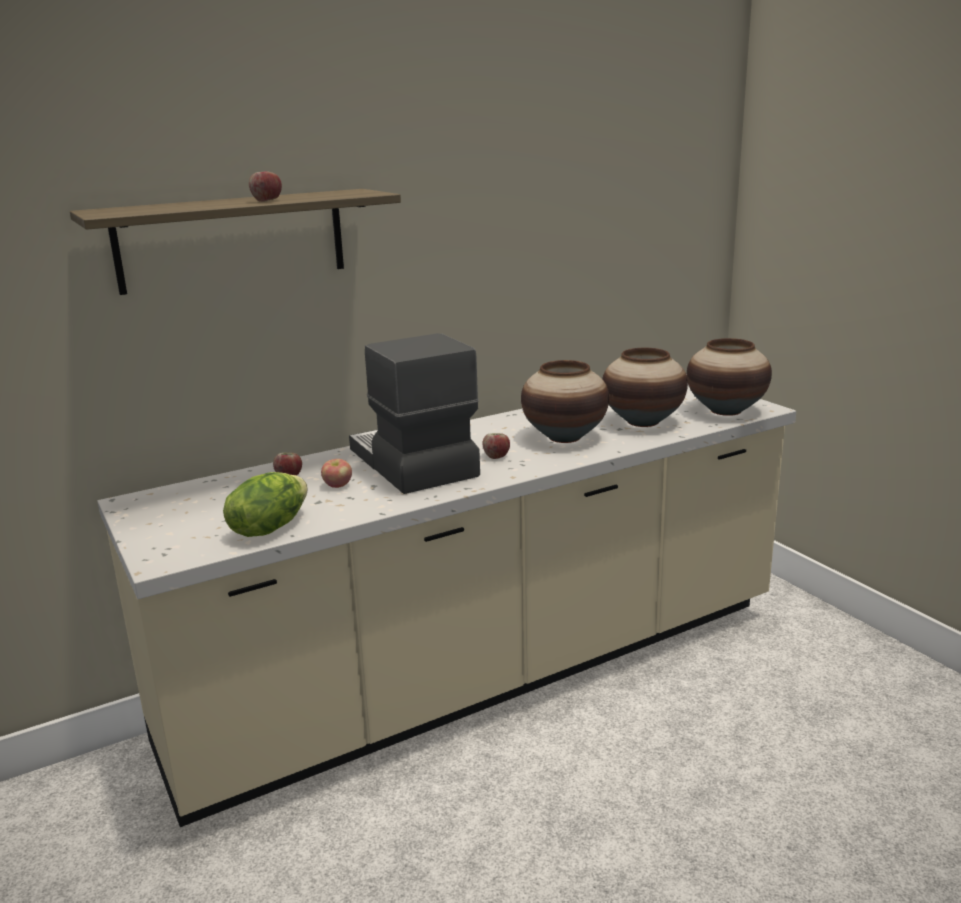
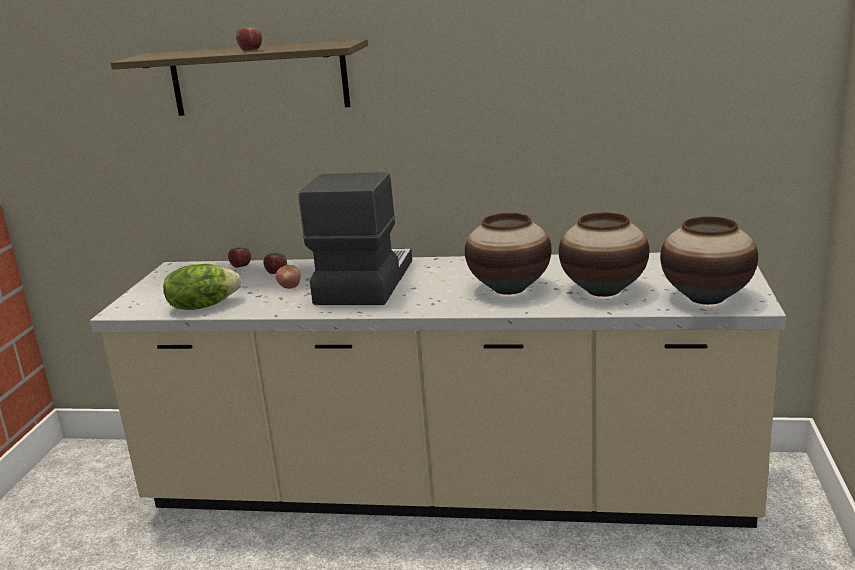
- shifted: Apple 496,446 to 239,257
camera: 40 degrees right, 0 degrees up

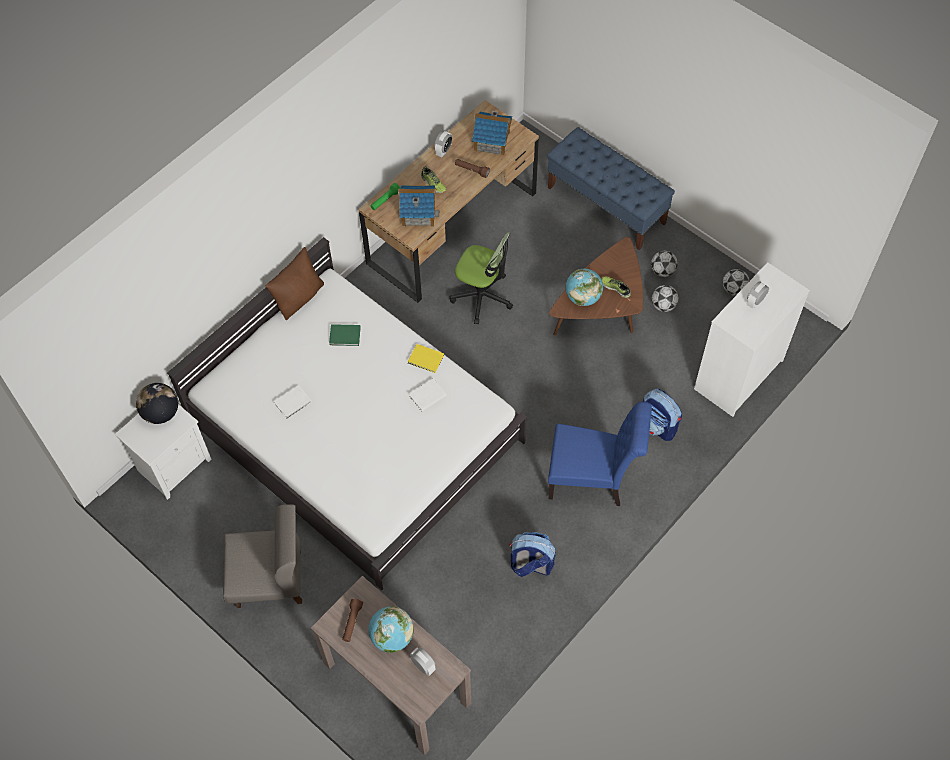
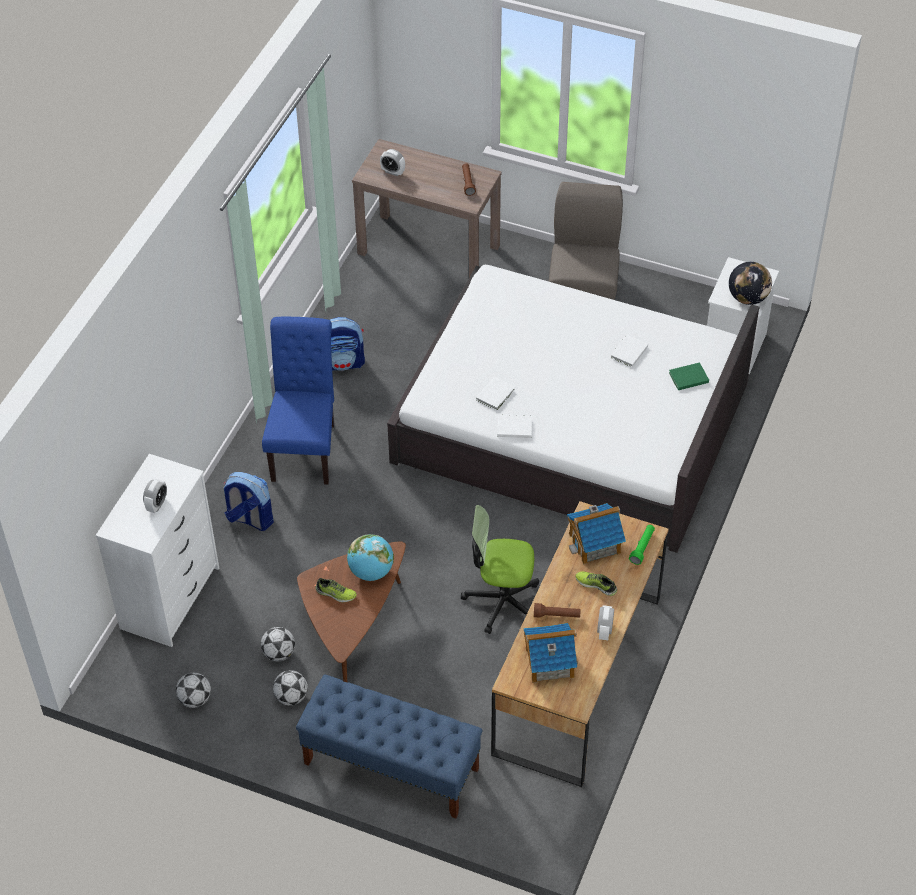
- gone: BrownPillow 295,283
- gone: Globe 391,629
- shifted: GreenBook 345,335 to 689,376
- repainted: YellowBook 426,358 to WhiteBook 514,426
- rotated: GreyChair 262,556 = 585,241 120 degrees clockwise
- rotated: BlueChair 600,454 = 298,400 105 degrees clockwise
camera: 160 degrees right, 10 degrees down

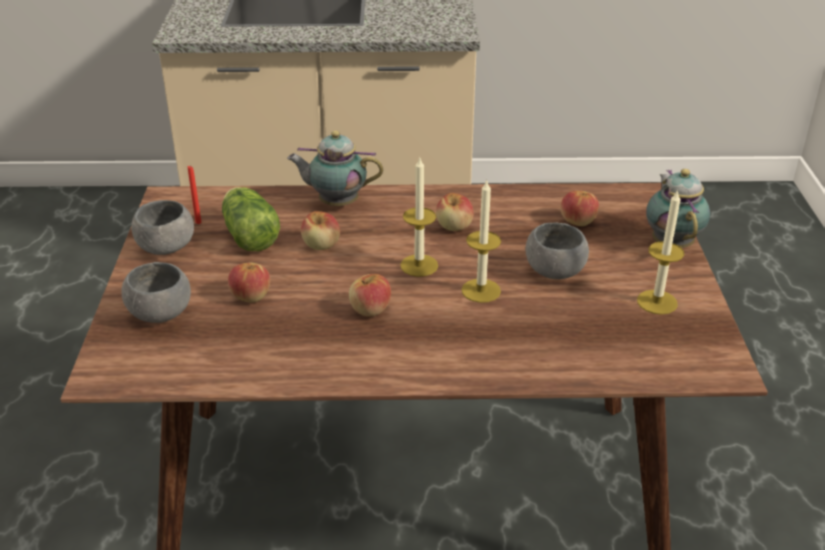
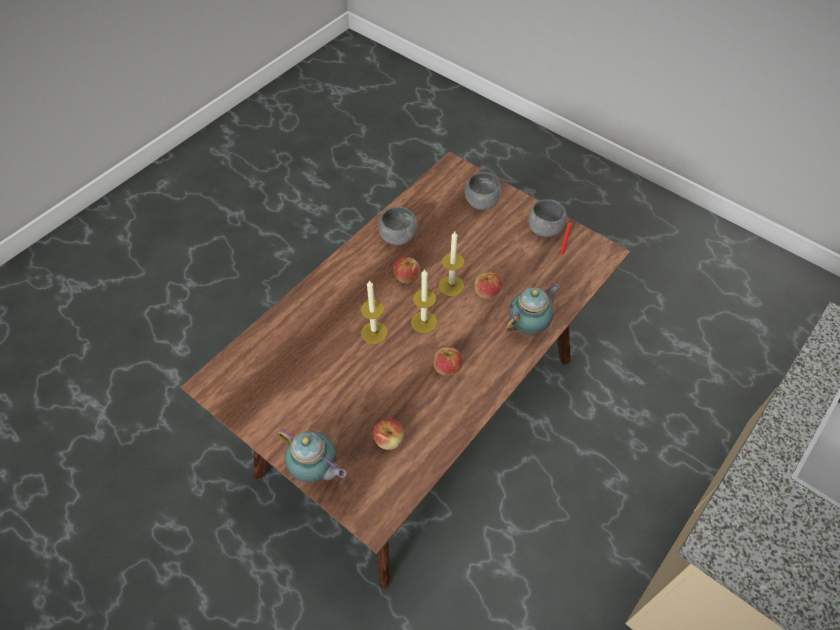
- gone: Lettuce 251,219
- gone: Apple 249,282
- shifted: GreyBowl 557,250 to 398,226
- shifted: Candle 660,252 to 451,263
camera: 130 degrees right, 20 degrees up

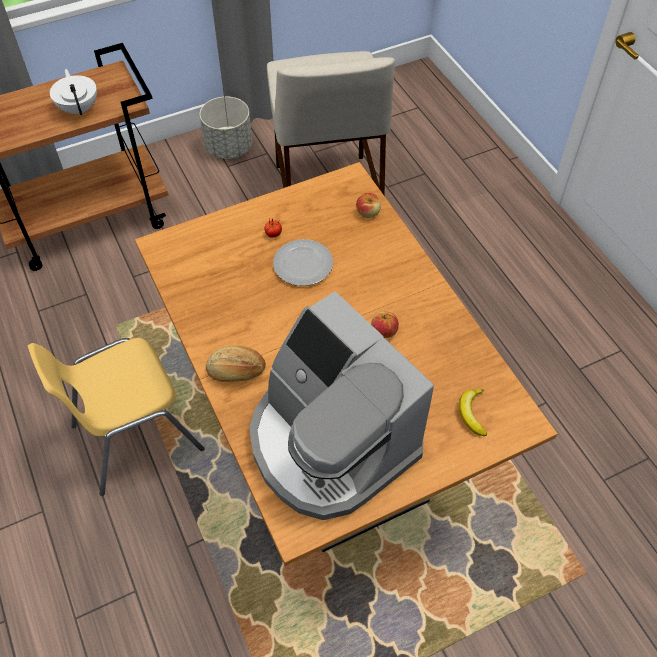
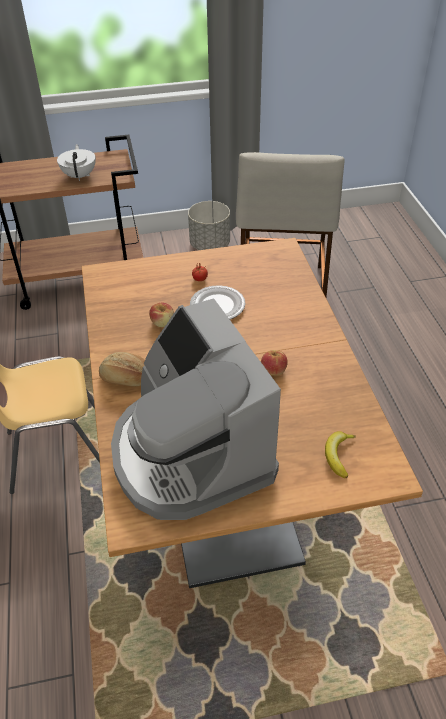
- shifted: Apple 368,205 to 161,315
camera: 15 degrees right, 10 degrees down

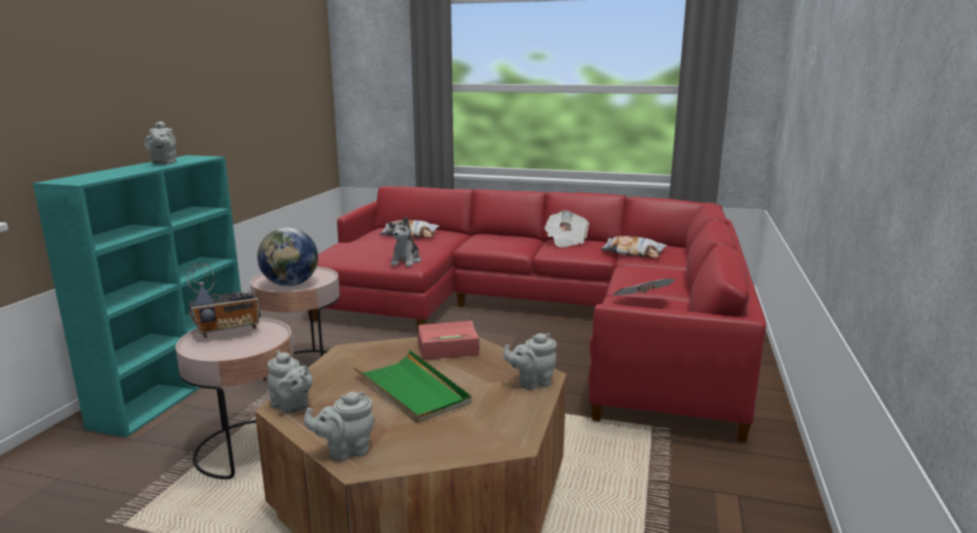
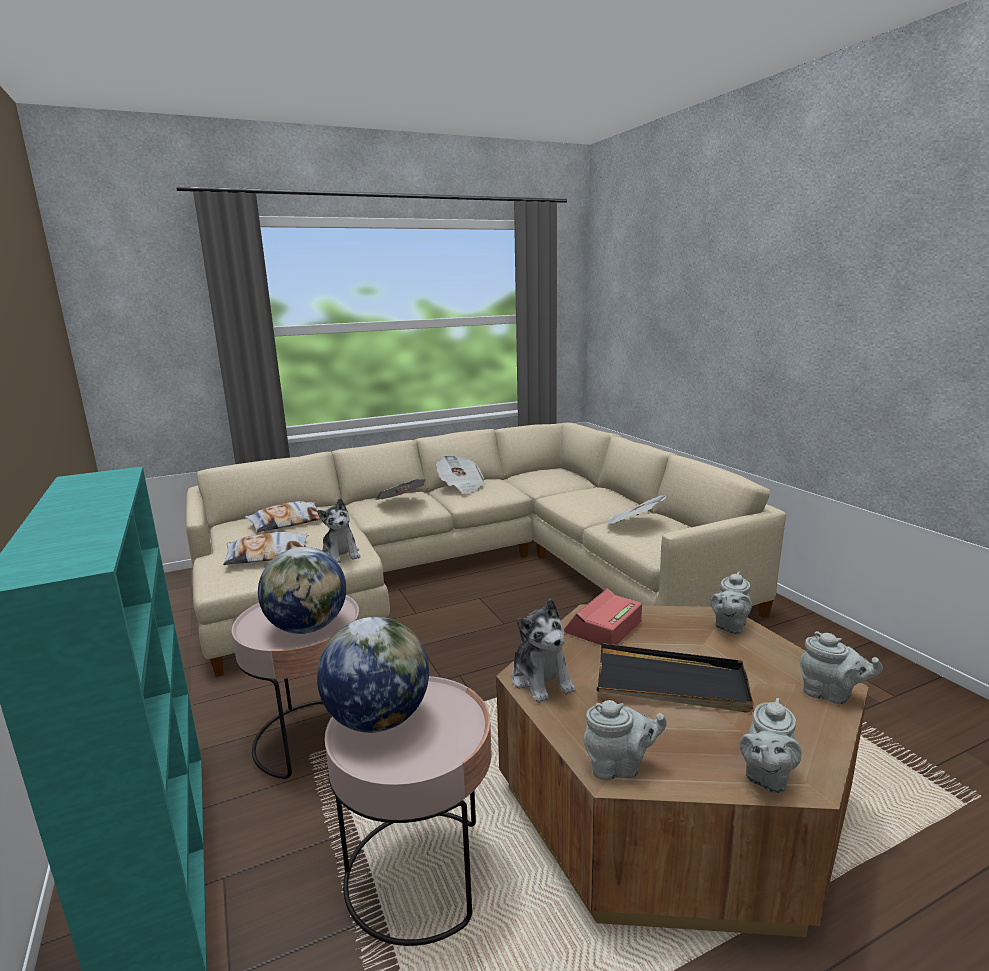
- new: Newspaper 400,489
- new: PlushToy 544,651
- shifted: GreyTeapot 160,143 to 841,667
- shifted: Pillow 633,247 to 266,548
- swapped: Radio 223,300 to Globe 373,675
- repainted: RedSofa 536,314 to BeigeSofa 486,550
- repainted: GreenTray 412,387 to BlackTray 675,678
camera: 40 degrees left, 0 degrees up

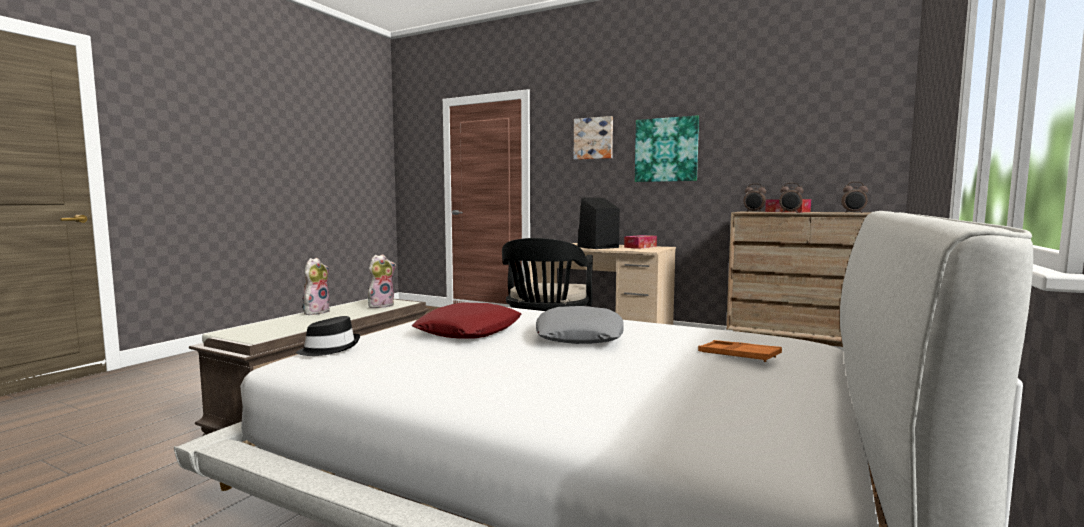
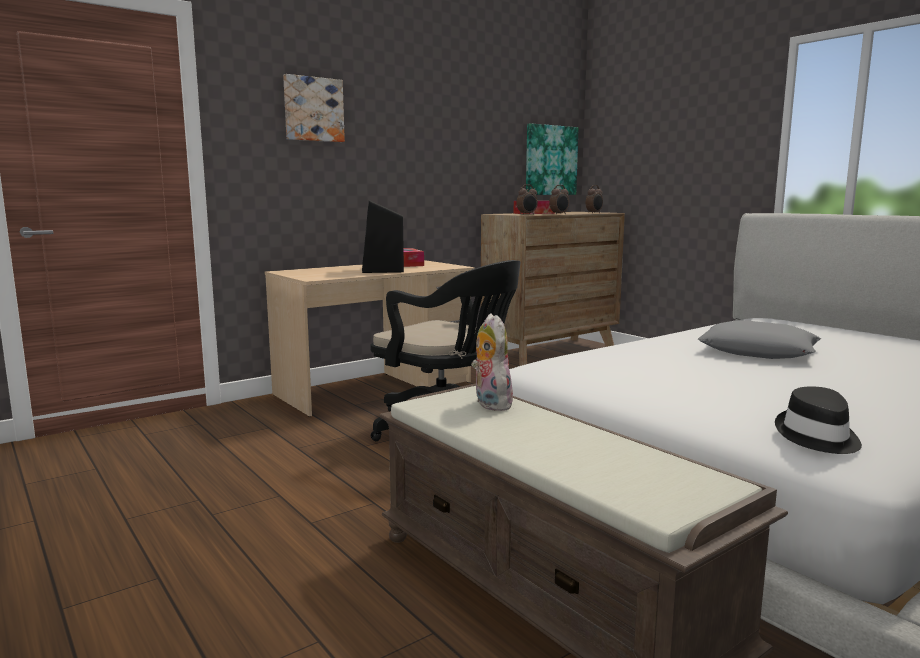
- gone: PlushToy 316,286
- gone: RedPillow 467,320
- gone: OrangeTray 740,351
- shifted: Picture 667,148 to 552,159
camera: 65 degrees left, 5 degrees up

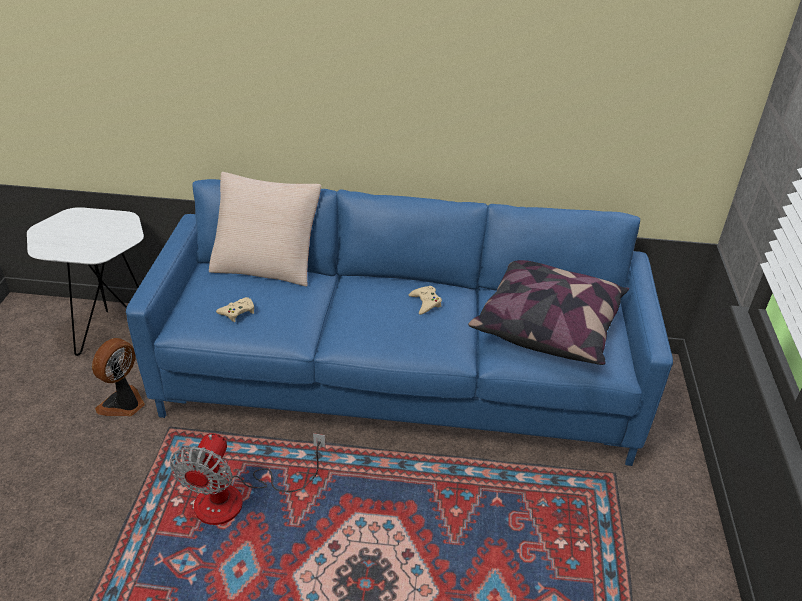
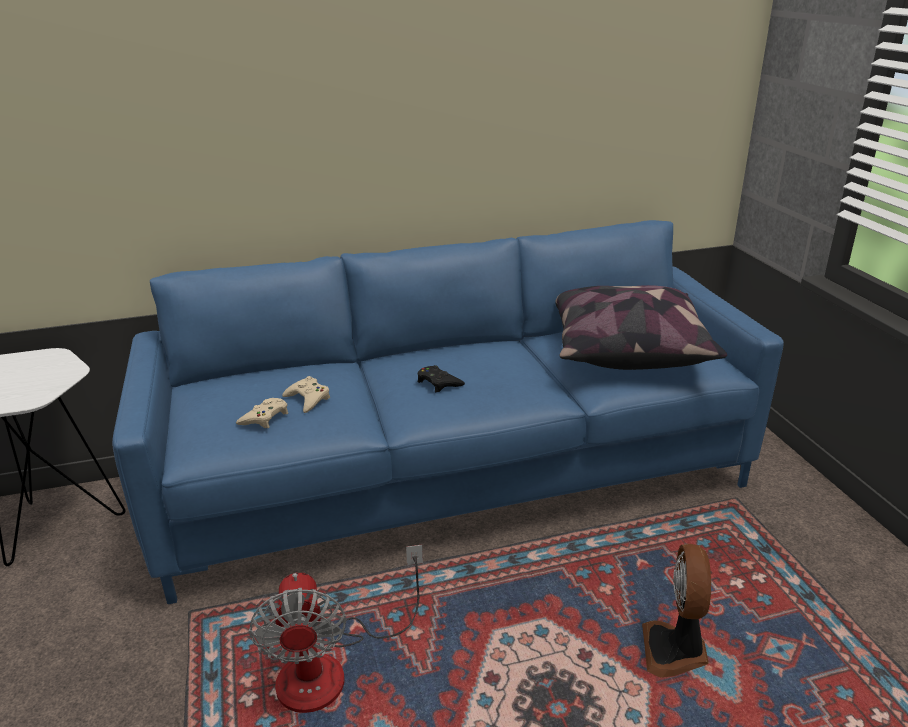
- gone: BeigePillow 265,229
- new: BlackGameController 441,378
- shifted: Fan 118,377 to 676,611
- shifted: BeigeGameController 425,300 to 306,394
camera: 20 degrees left, 10 degrees down

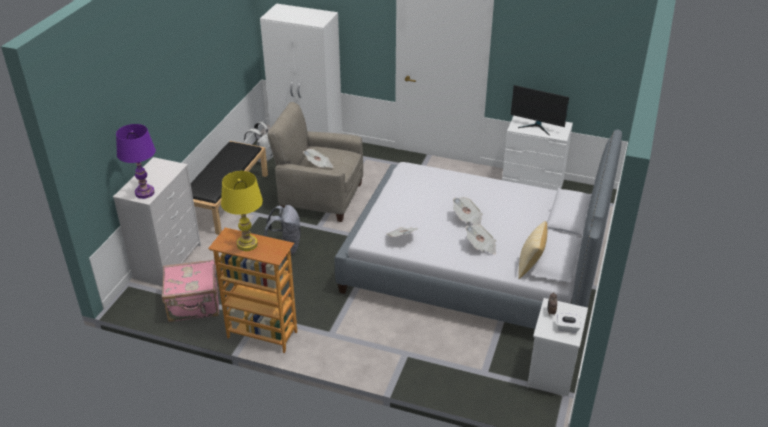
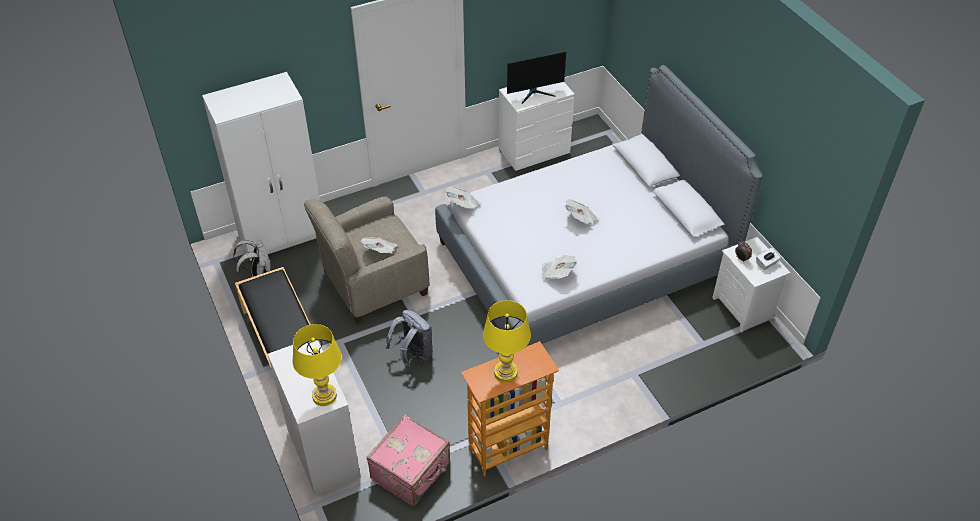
- gone: Pillow 532,250
- shifted: Newspaper 481,239 to 463,197
- repainted: PurpleTableLamp 136,161 to YellowTableLamp 317,365
camera: 45 degrees left, 10 degrees up

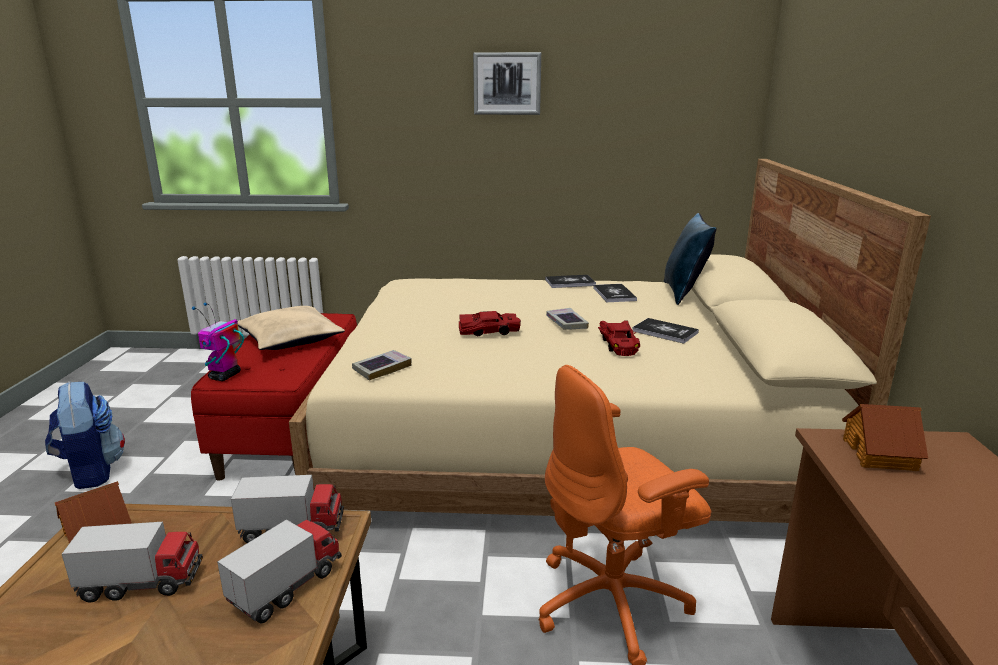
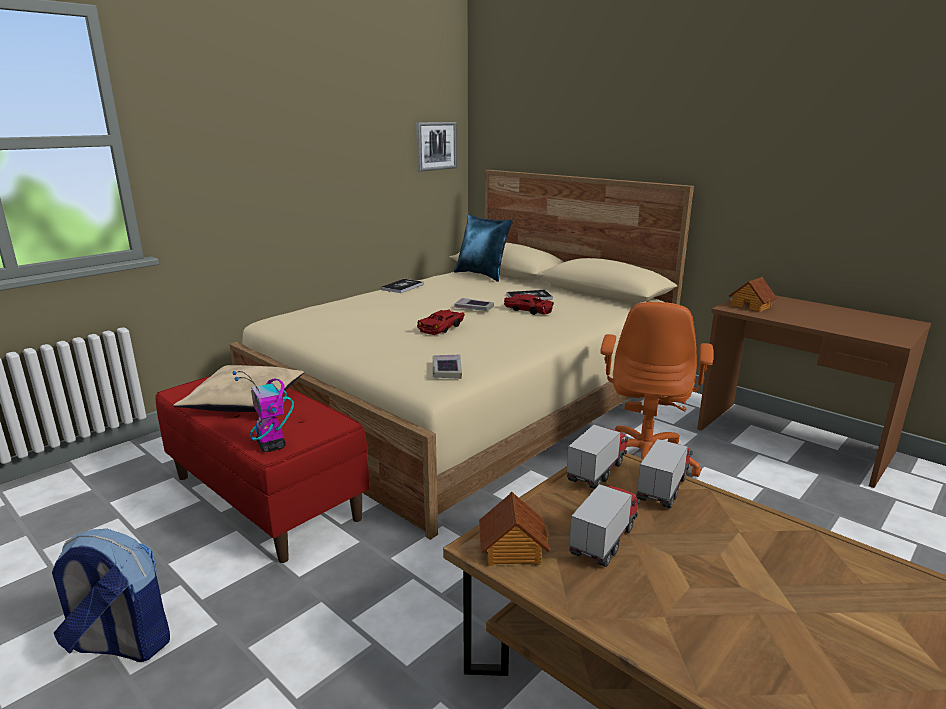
- gone: Book 615,293
- shifted: Picture 507,83 to 436,146
- rotated: ToyTruck 279,571 = 665,474 45 degrees clockwise
camera: 50 degrees left, 0 degrees up

